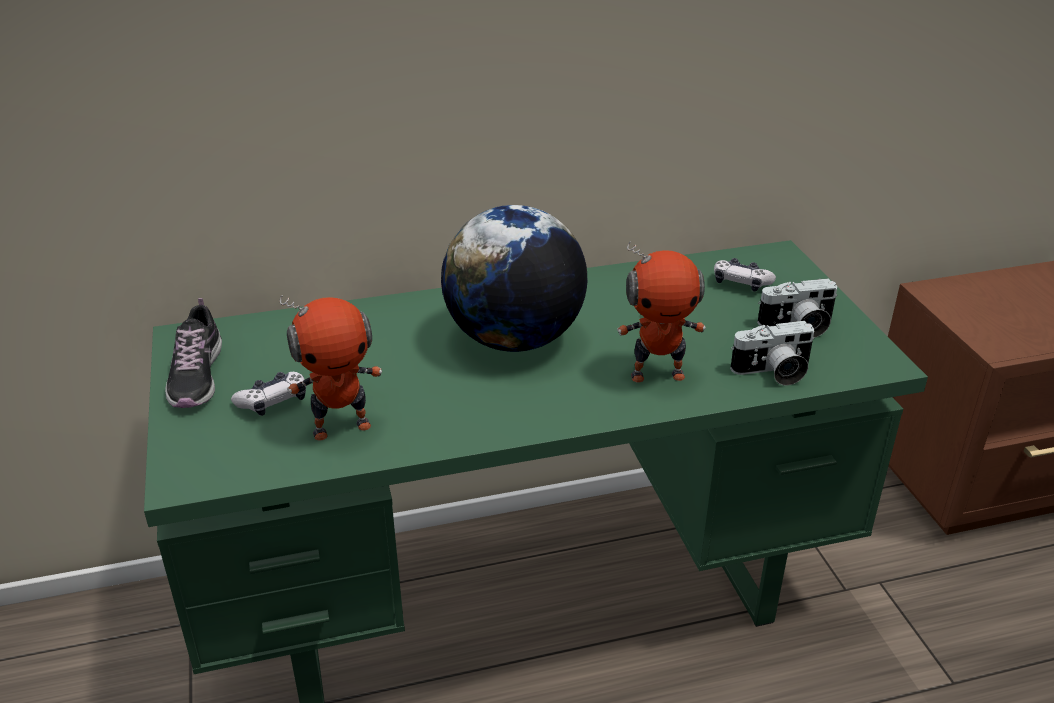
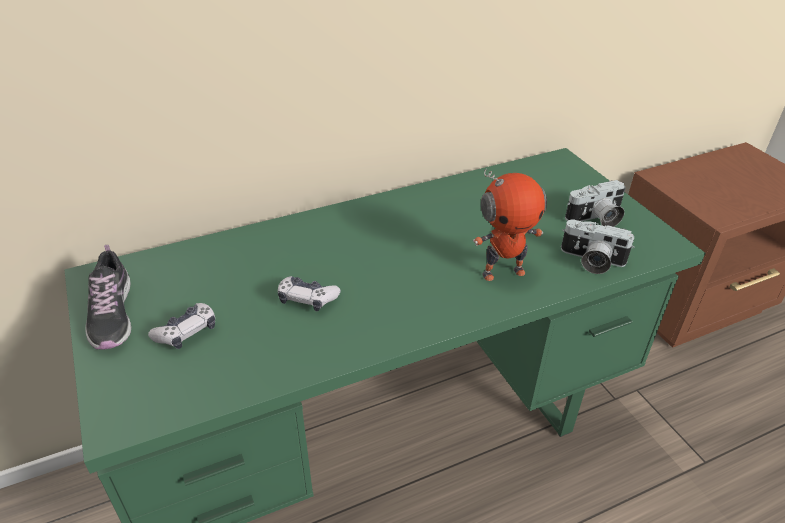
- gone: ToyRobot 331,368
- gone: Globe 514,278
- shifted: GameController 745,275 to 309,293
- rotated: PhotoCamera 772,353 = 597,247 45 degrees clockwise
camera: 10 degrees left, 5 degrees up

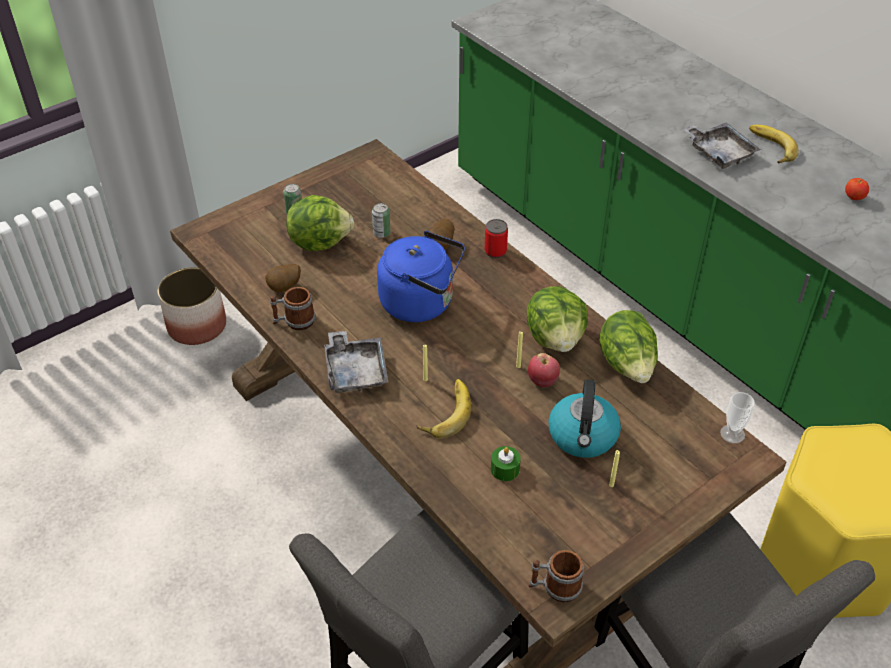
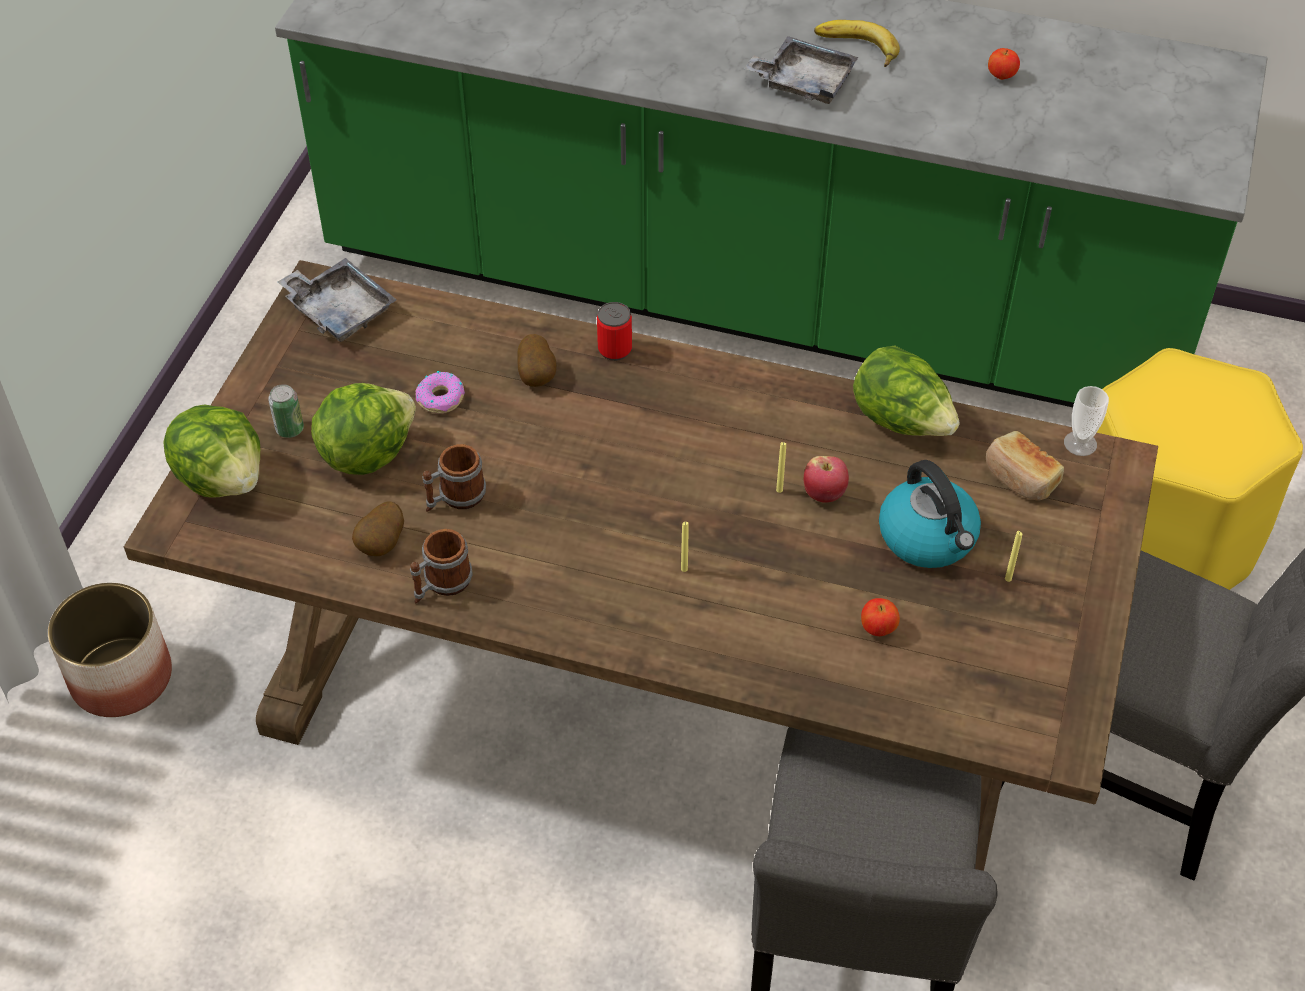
- gone: BlueKettle 421,276
- gone: Banana 444,408
- new: Bread 1025,465
- shifted: GreyTray 356,362 to 337,300
- shifted: Lettuce 557,319 to 211,451
- shifted: Mug 556,576 to 454,478
- swapped: Can 381,220 to Donut 440,392
- swapped: GreenCandle 506,463 to Apple 880,617
camera: 35 degrees left, 5 degrees up

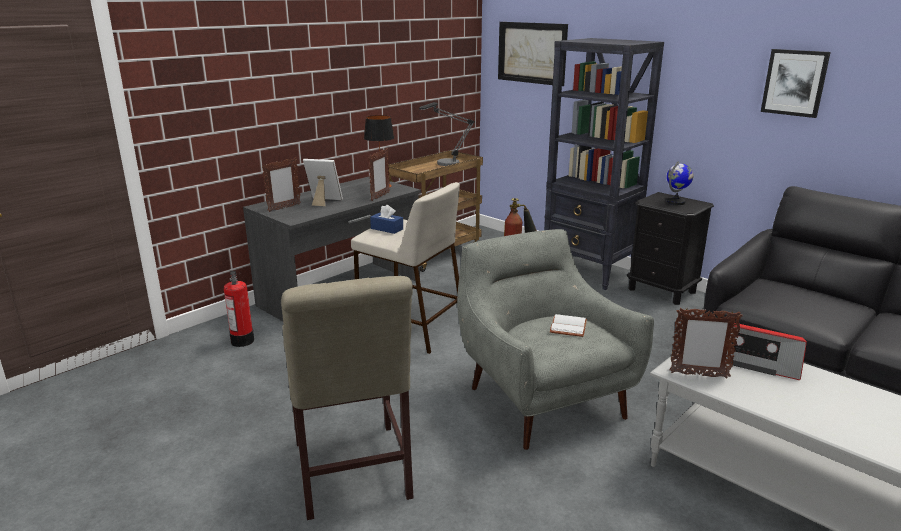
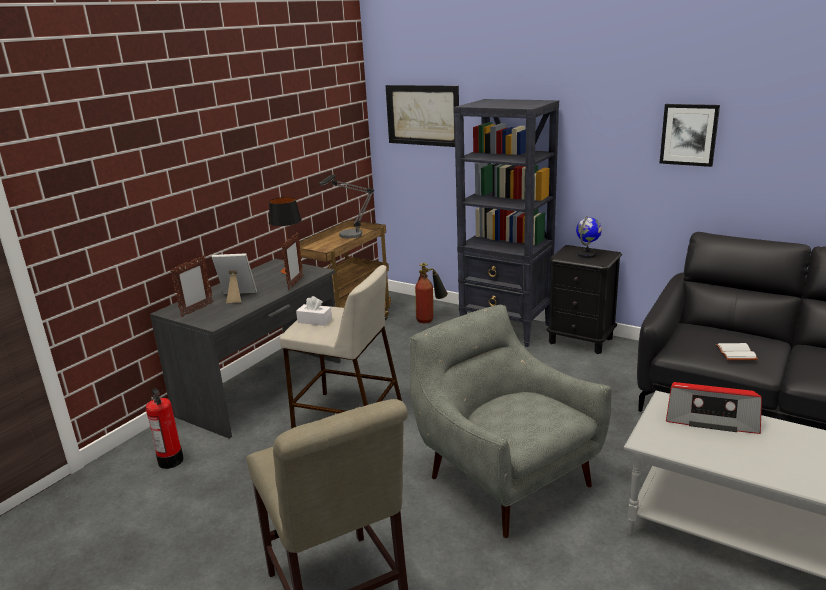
- gone: PictureFrame 706,343
- shifted: WhiteBook 568,325 to 737,351
- repainted: BlueTissueBox 386,219 to WhiteTissueBox 314,311
camera: 10 degrees left, 0 degrees up

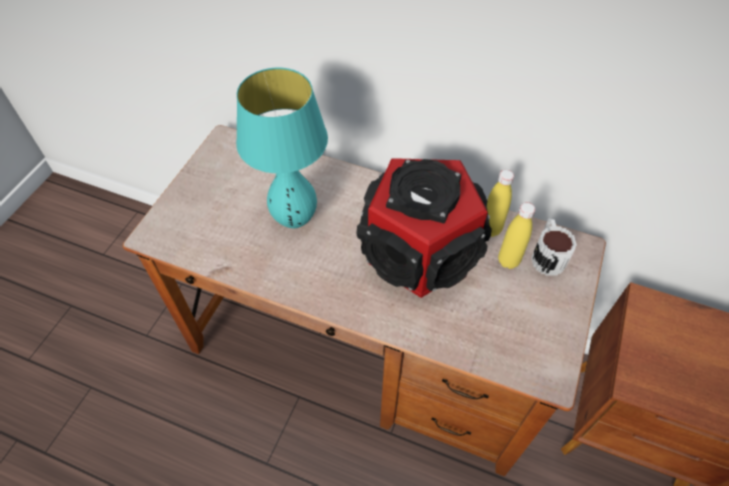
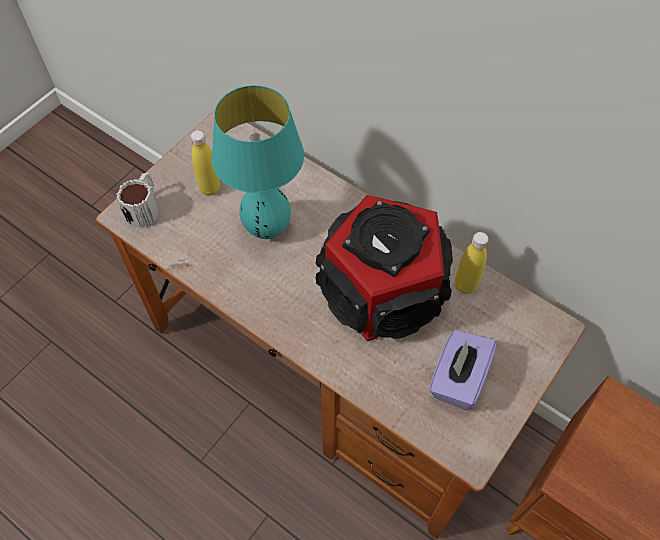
- new: PurpleTissueBox 463,370
- shifted: YellowBottle 517,235 to 205,163
- shifted: Mug 554,247 to 137,201
camera: 15 degrees right, 5 degrees up

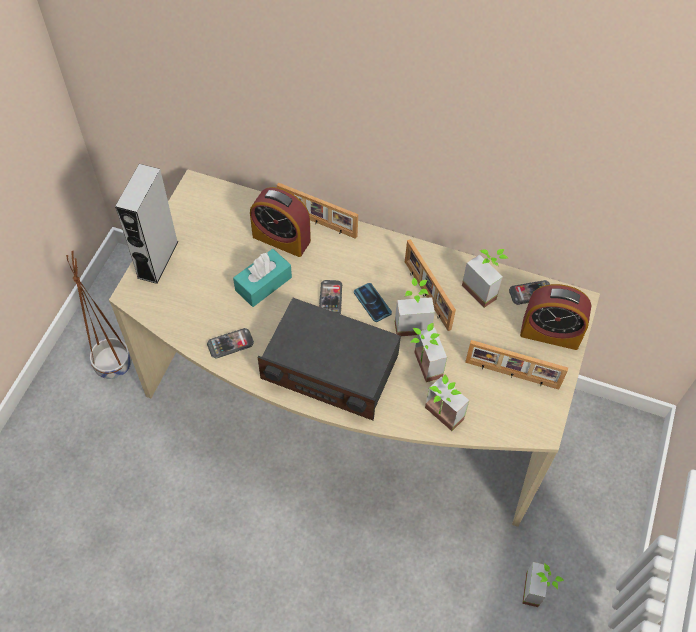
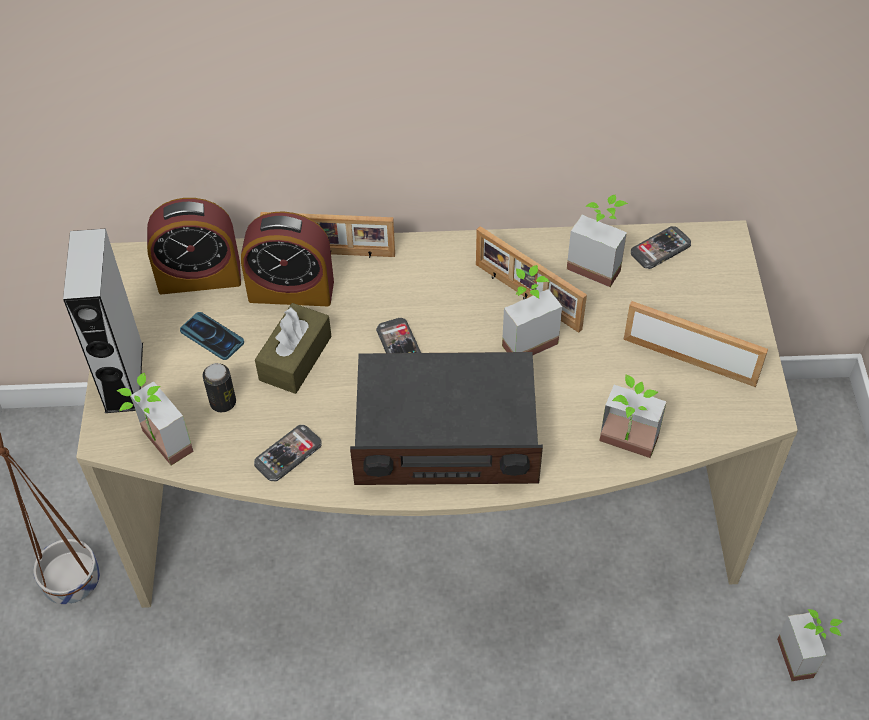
- new: Can 219,387
- shifted: Phone 373,302 to 212,336
- shifted: PottedPlant 429,352 to 155,419
- shifted: AlarmClock 555,317 to 194,246
- repainted: TurquoiseTissueBox 262,278 to BrownTissueBox 293,348
- rotated: PictureFrame 516,364 = 695,344 150 degrees counterclockwise
camera: 20 degrees left, 5 degrees down

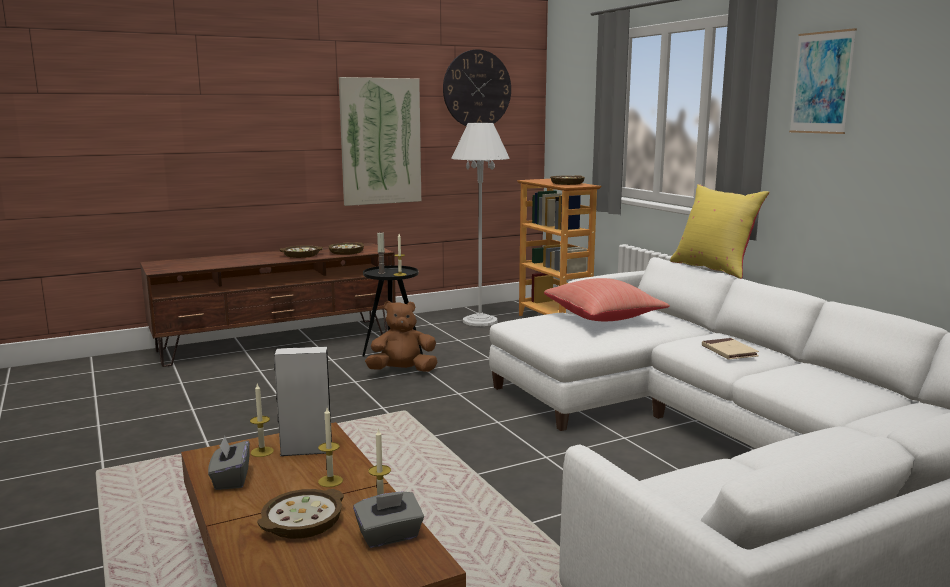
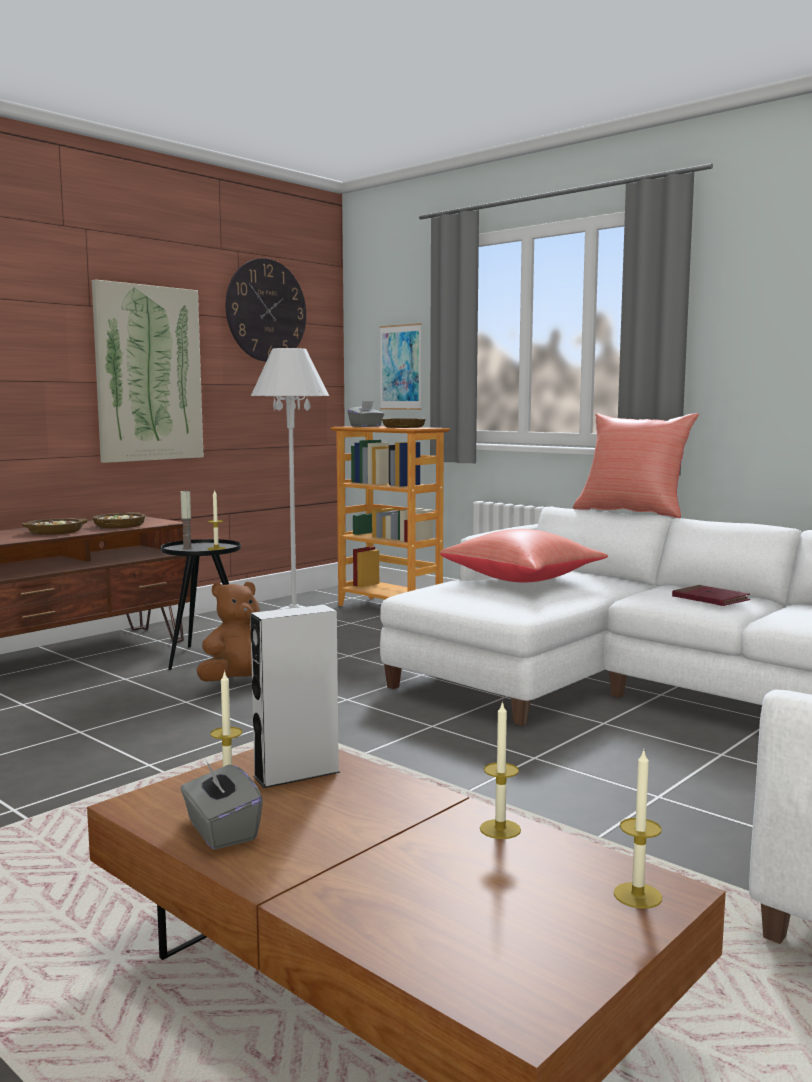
- gone: Bowl 300,514
- shifted: Candle 330,447 to 638,830
- shifted: GreyTissueBox 388,519 to 366,414
- shifted: Picture 823,81 to 401,366
- repainted: YellowPillow 720,231 to RedPillow 636,465
- repainted: BeigeBook 730,349 to RedBook 711,595
camera: 20 degrees left, 5 degrees down

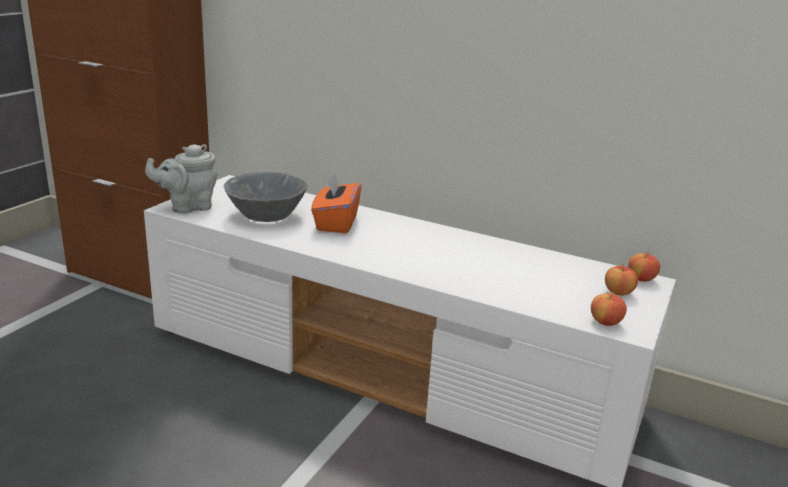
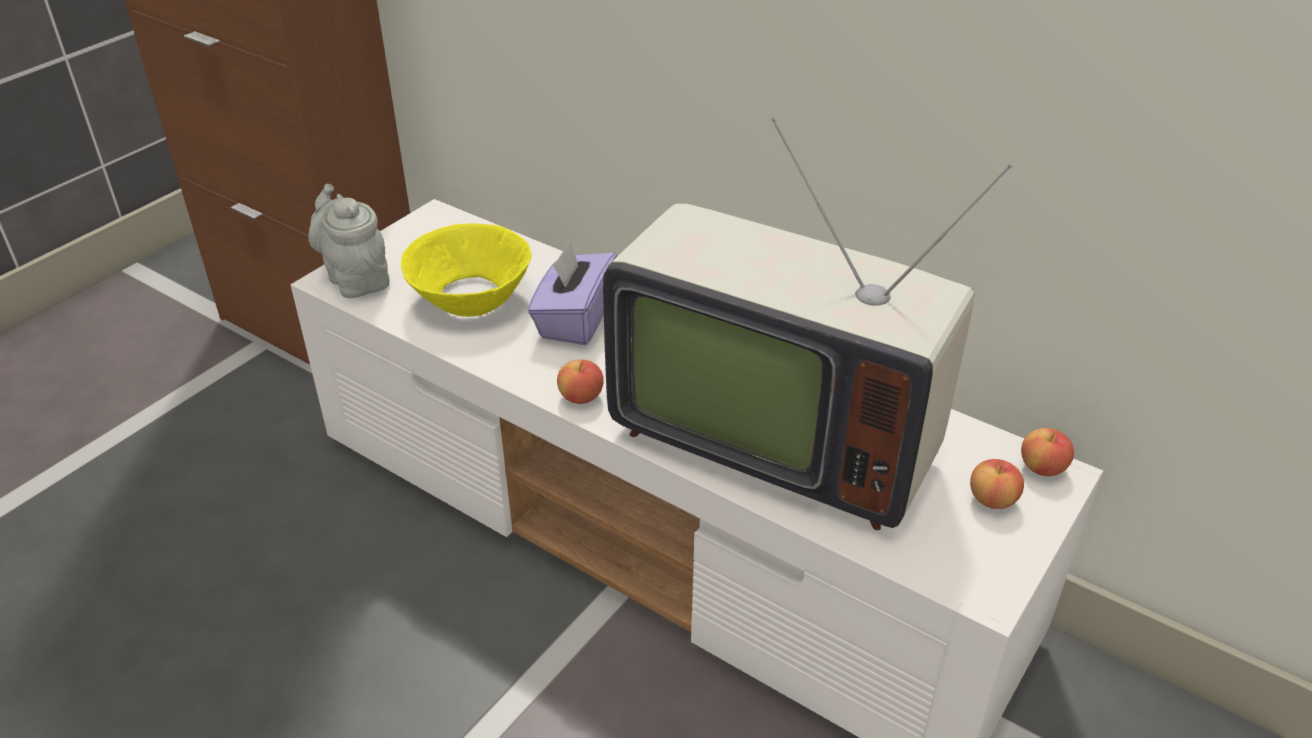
- new: Television 808,324
- shifted: Apple 609,309 to 580,381
- repainted: GreyBowl 266,197 to YellowBowl 466,270
- repainted: OrangeTissueBox 336,202 to PurpleTissueBox 572,293
- rotated: GreyTeapot 181,179 = 349,241 75 degrees clockwise
camera: 10 degrees right, 15 degrees up

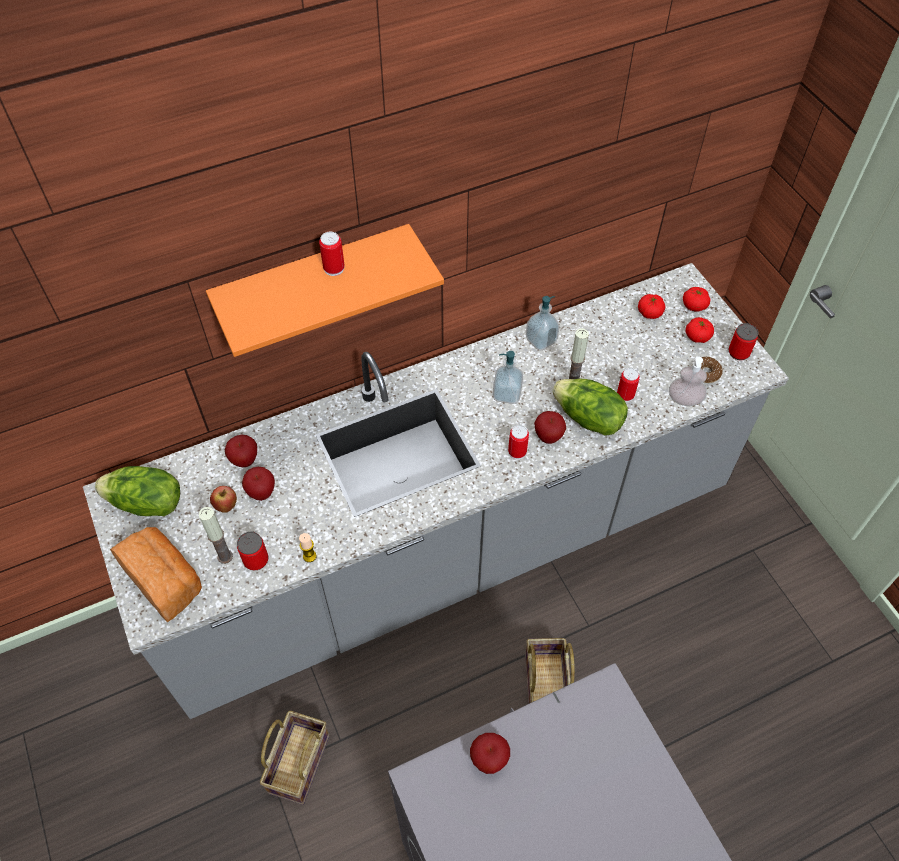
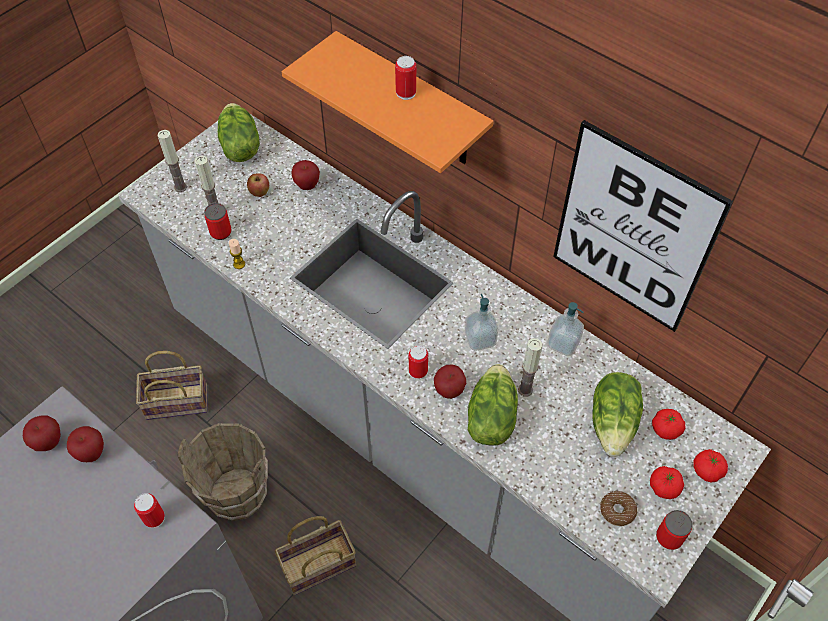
- gone: SoapDispenser 688,381
- new: BrownBucket 223,472
- new: Picture 643,226
- new: Lettuce 617,414
- shifted: Apple 258,484 to 42,433
- shifted: Can 628,385 to 149,510
- swapped: Bread 156,574 to Candle 172,161
camera: 65 degrees right, 0 degrees up

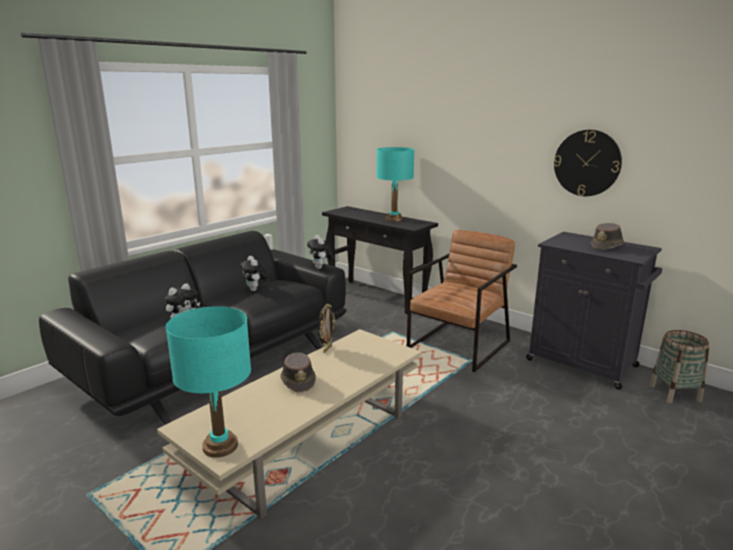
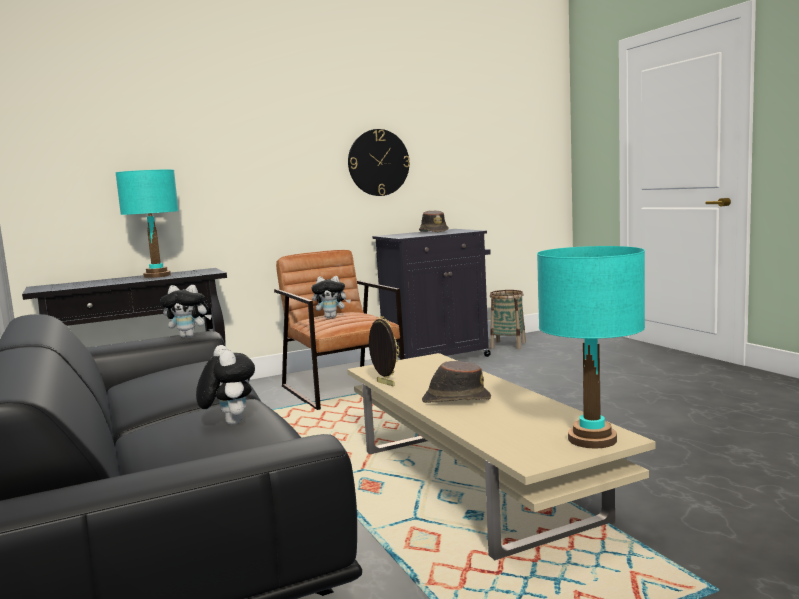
- shifted: PlushToy 254,273 to 331,297
camera: 65 degrees left, 10 degrees down

